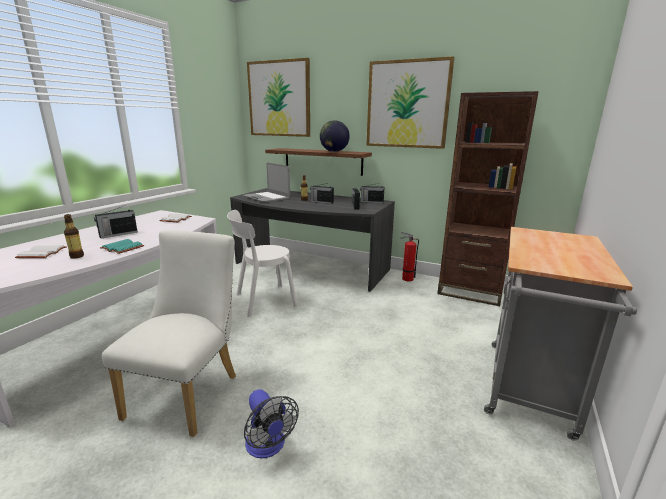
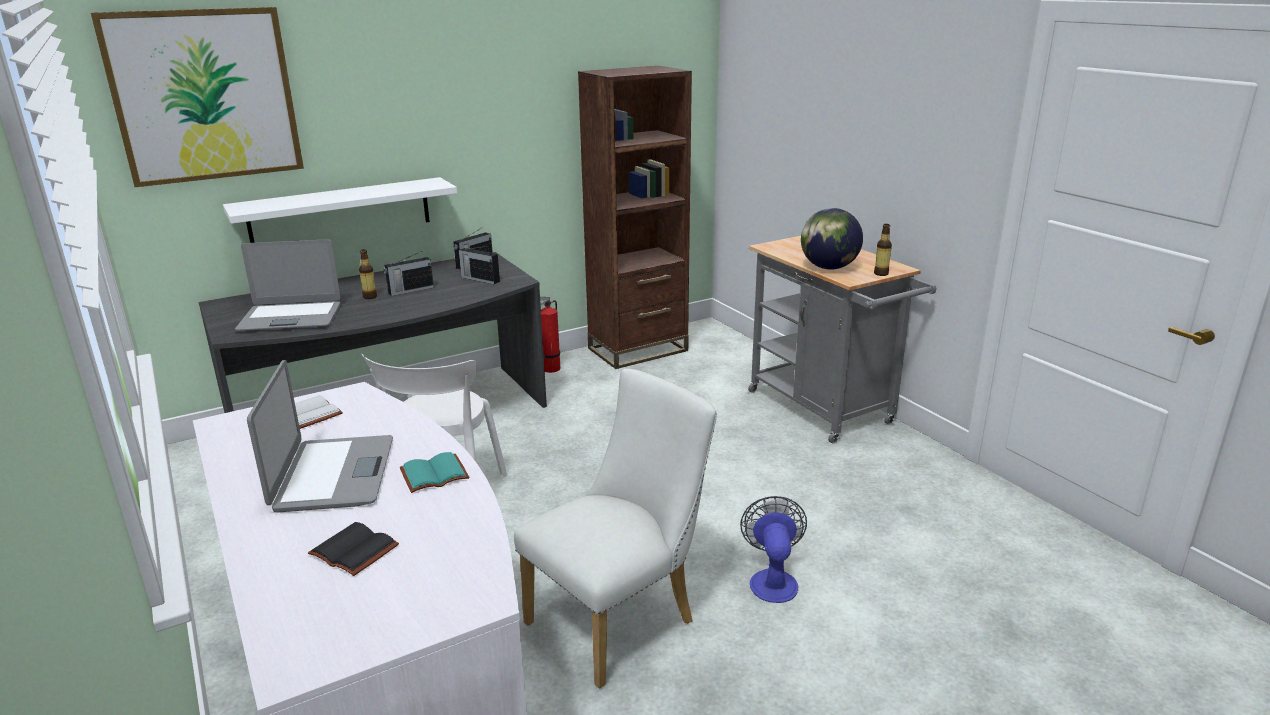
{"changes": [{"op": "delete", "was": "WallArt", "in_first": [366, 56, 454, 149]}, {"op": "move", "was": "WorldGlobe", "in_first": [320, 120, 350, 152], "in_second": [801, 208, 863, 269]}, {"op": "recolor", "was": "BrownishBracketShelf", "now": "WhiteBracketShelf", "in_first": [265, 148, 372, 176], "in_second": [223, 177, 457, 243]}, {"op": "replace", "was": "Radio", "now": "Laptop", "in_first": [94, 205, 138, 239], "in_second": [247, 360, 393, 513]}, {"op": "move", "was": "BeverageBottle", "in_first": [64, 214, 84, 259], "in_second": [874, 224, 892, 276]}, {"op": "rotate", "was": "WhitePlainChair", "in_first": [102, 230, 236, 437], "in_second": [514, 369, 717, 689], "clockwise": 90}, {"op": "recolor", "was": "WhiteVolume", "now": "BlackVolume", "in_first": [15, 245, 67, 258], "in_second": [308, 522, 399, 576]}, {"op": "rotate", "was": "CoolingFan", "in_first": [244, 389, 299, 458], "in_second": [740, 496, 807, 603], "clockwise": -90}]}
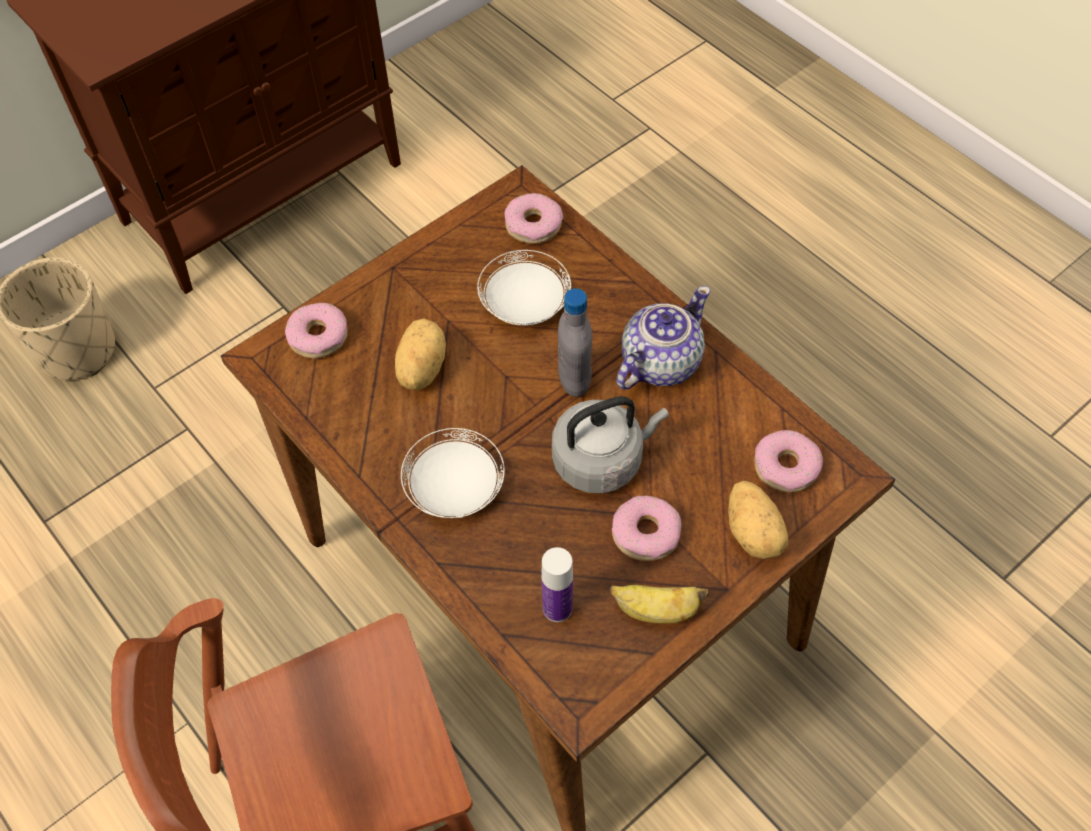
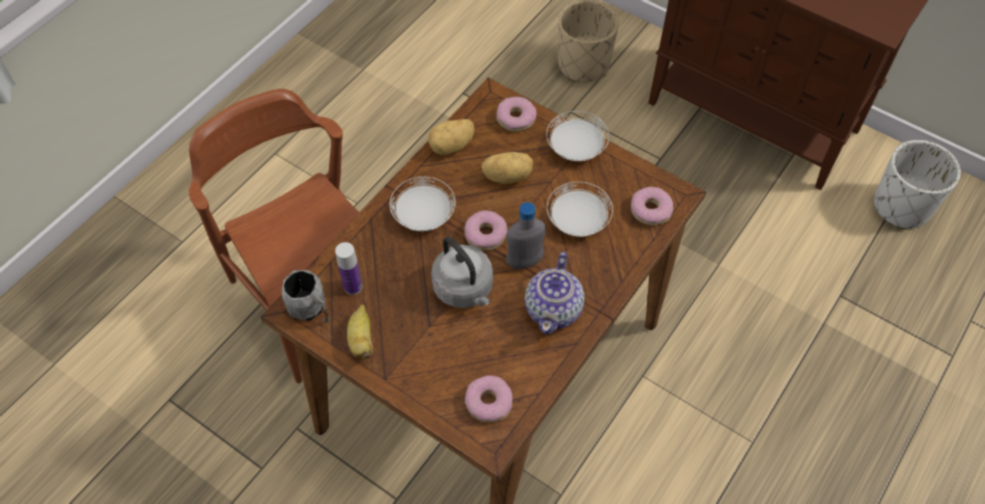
{"changes": [{"op": "rotate", "was": "Teapot", "in_first": [616, 286, 710, 390], "in_second": [525, 252, 585, 335], "clockwise": 75}, {"op": "move", "was": "WholePotato", "in_first": [728, 481, 788, 559], "in_second": [428, 119, 474, 155]}, {"op": "move", "was": "Donut", "in_first": [612, 495, 681, 561], "in_second": [464, 210, 507, 251]}, {"op": "insert", "now": "WhiteFlatDish", "in_second": [546, 111, 609, 161]}, {"op": "insert", "now": "WhitePlantPot", "in_second": [873, 140, 961, 229]}, {"op": "insert", "now": "GreyishMug", "in_second": [282, 270, 329, 323]}]}
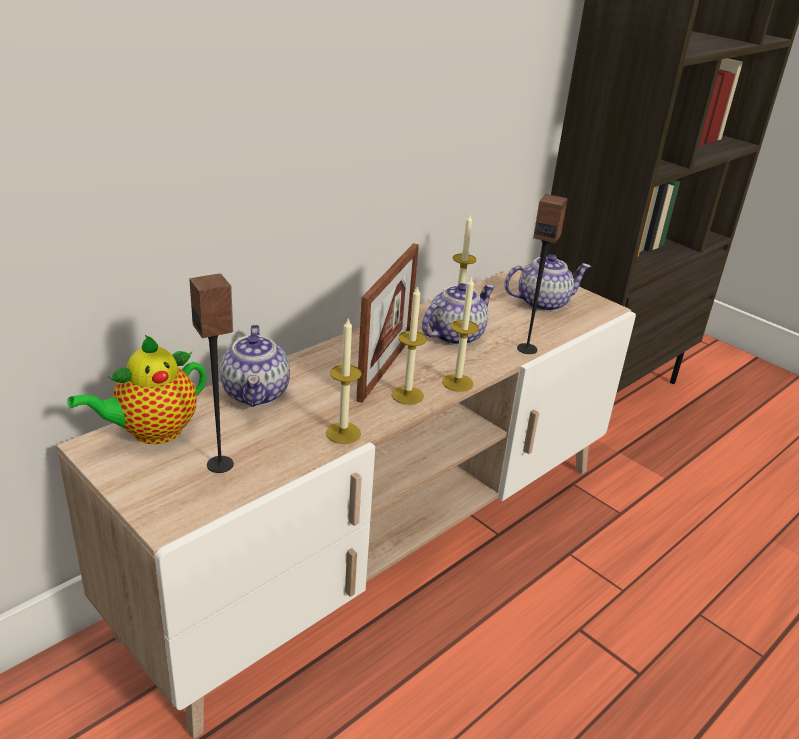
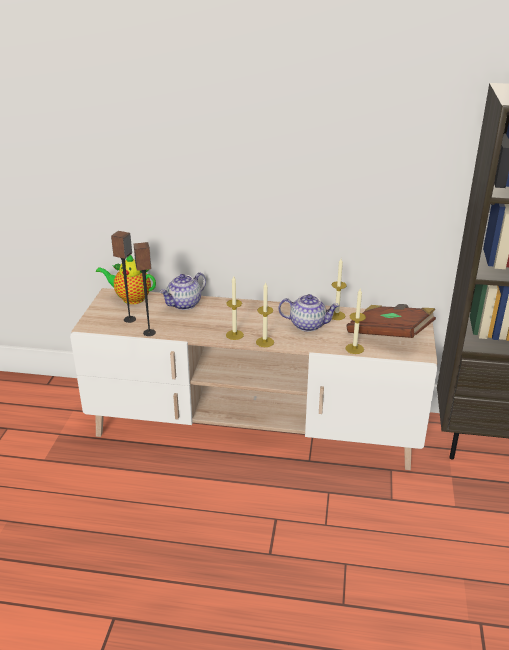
{"changes": [{"op": "move", "was": "AudioSpeaker", "in_first": [517, 194, 568, 354], "in_second": [134, 242, 156, 336]}, {"op": "delete", "was": "PictureFrame", "in_first": [356, 243, 419, 403]}, {"op": "replace", "was": "Teapot", "now": "BrownishVolume", "in_first": [505, 254, 591, 312], "in_second": [347, 304, 436, 338]}, {"op": "move", "was": "WaxLight", "in_first": [326, 317, 362, 444], "in_second": [345, 289, 366, 354]}]}
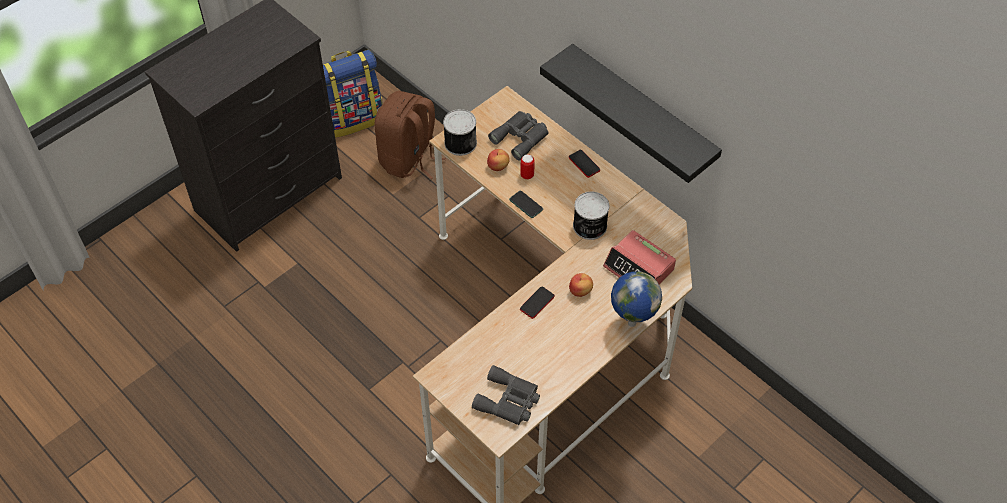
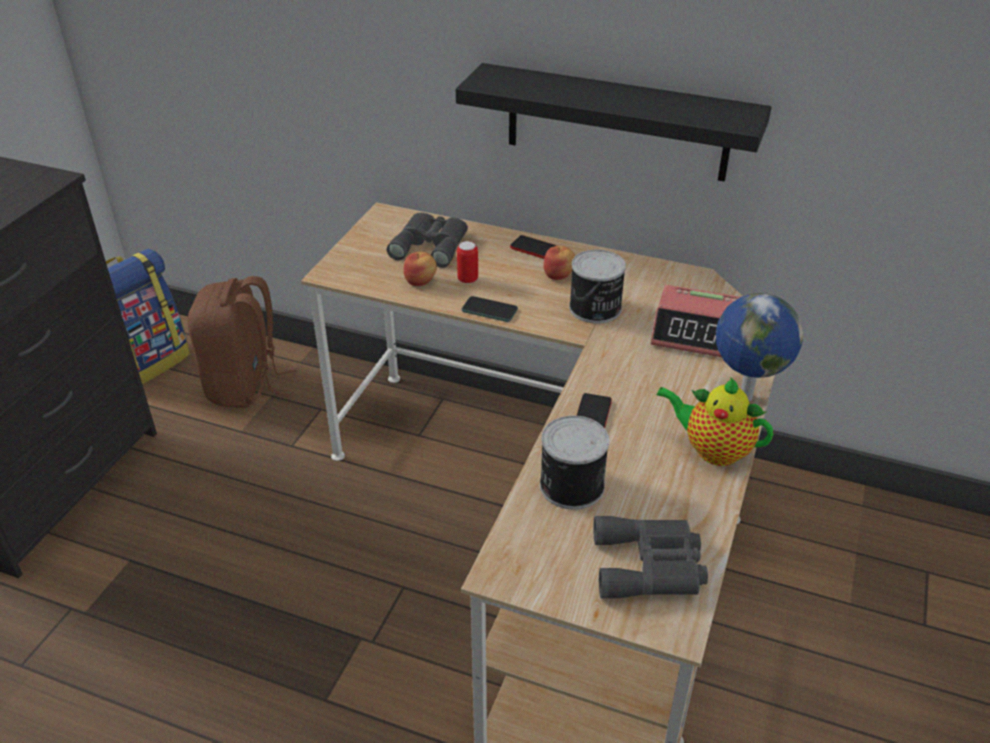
{"changes": [{"op": "move", "was": "SealedCan", "in_first": [443, 109, 477, 156], "in_second": [540, 416, 609, 510]}, {"op": "move", "was": "Apple", "in_first": [569, 273, 593, 297], "in_second": [543, 246, 575, 280]}, {"op": "insert", "now": "Teapot", "in_second": [656, 377, 773, 466]}]}
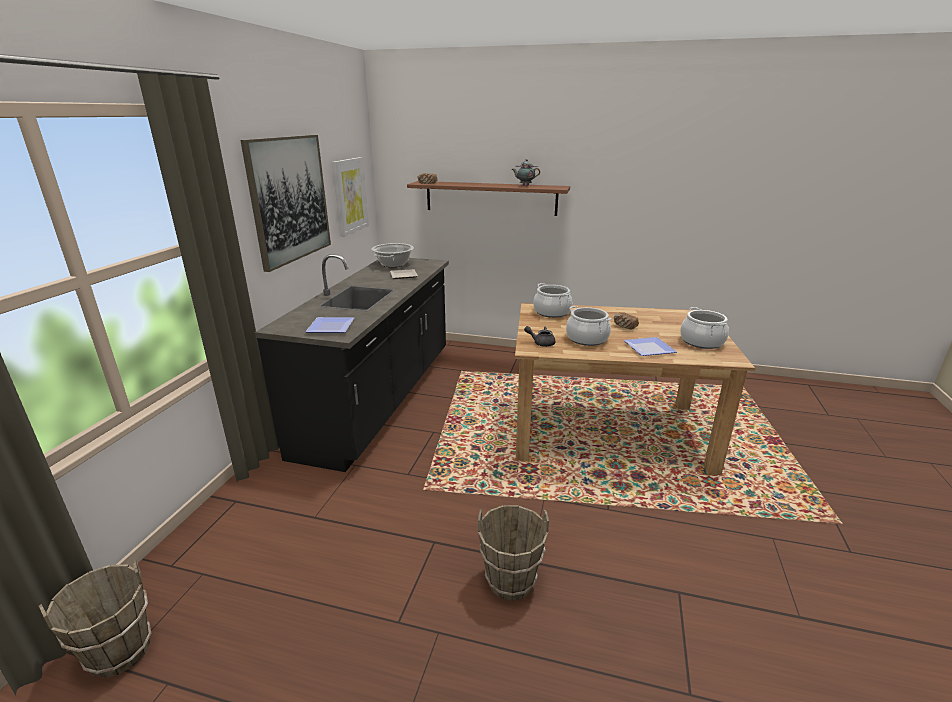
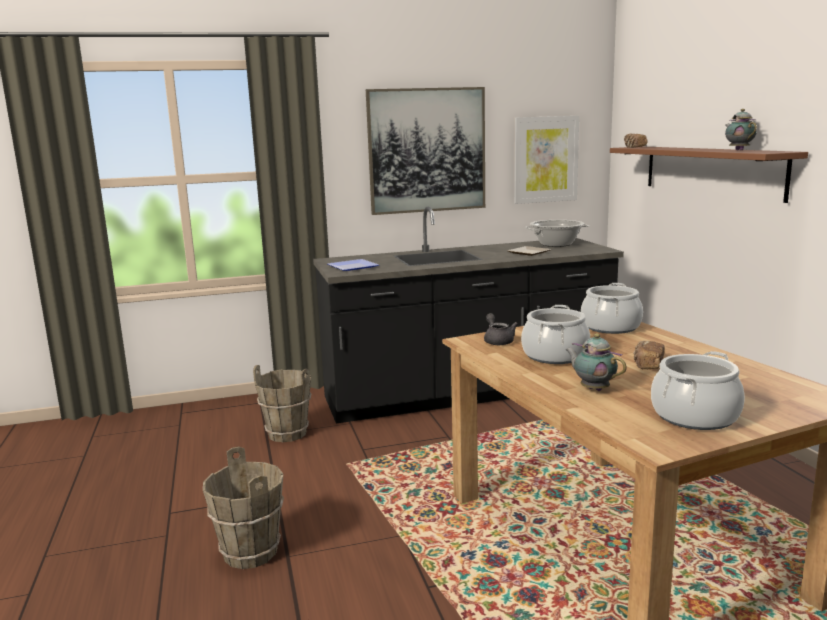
{"changes": [{"op": "replace", "was": "FlatDish", "now": "Teapot", "in_first": [624, 337, 677, 356], "in_second": [565, 334, 626, 391]}, {"op": "move", "was": "BrownishWaterBucket", "in_first": [39, 560, 151, 678], "in_second": [253, 365, 312, 442]}]}
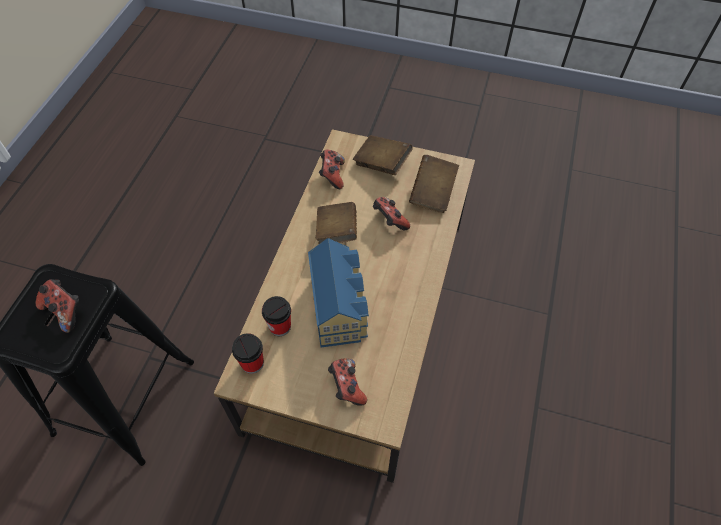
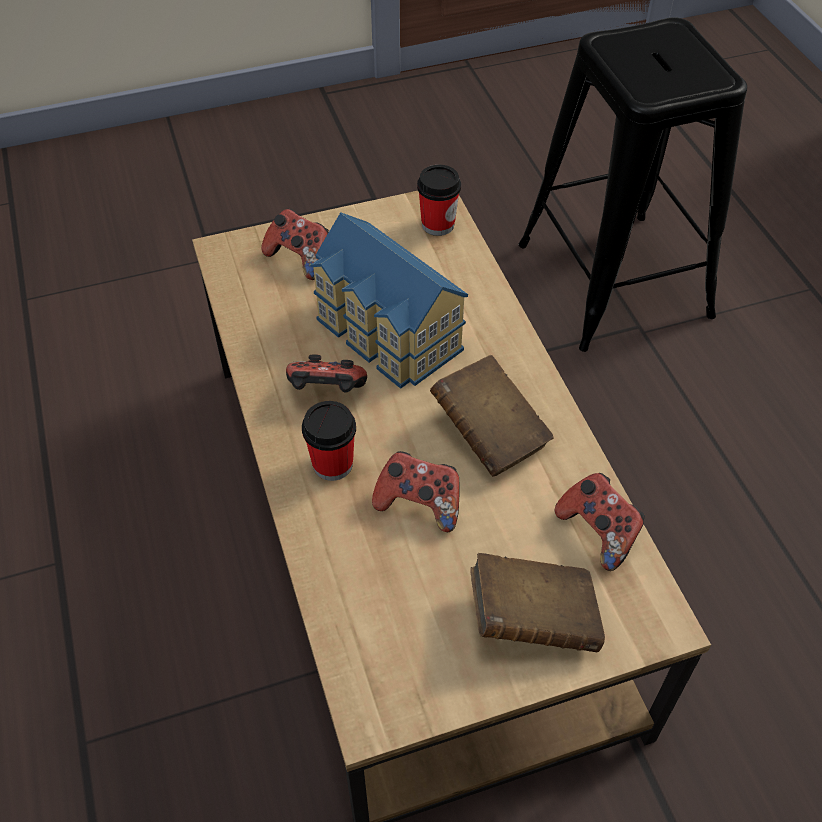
{"changes": [{"op": "delete", "was": "BrownishVolume", "in_first": [409, 155, 459, 213]}, {"op": "move", "was": "Gamepad", "in_first": [36, 279, 79, 333], "in_second": [286, 354, 367, 393]}, {"op": "move", "was": "Cup", "in_first": [262, 296, 291, 336], "in_second": [302, 401, 356, 481]}]}
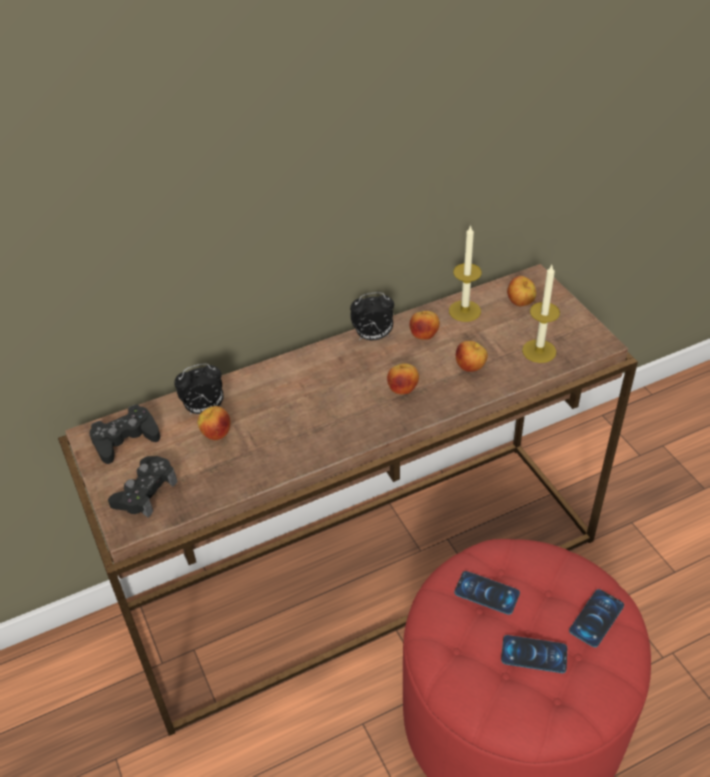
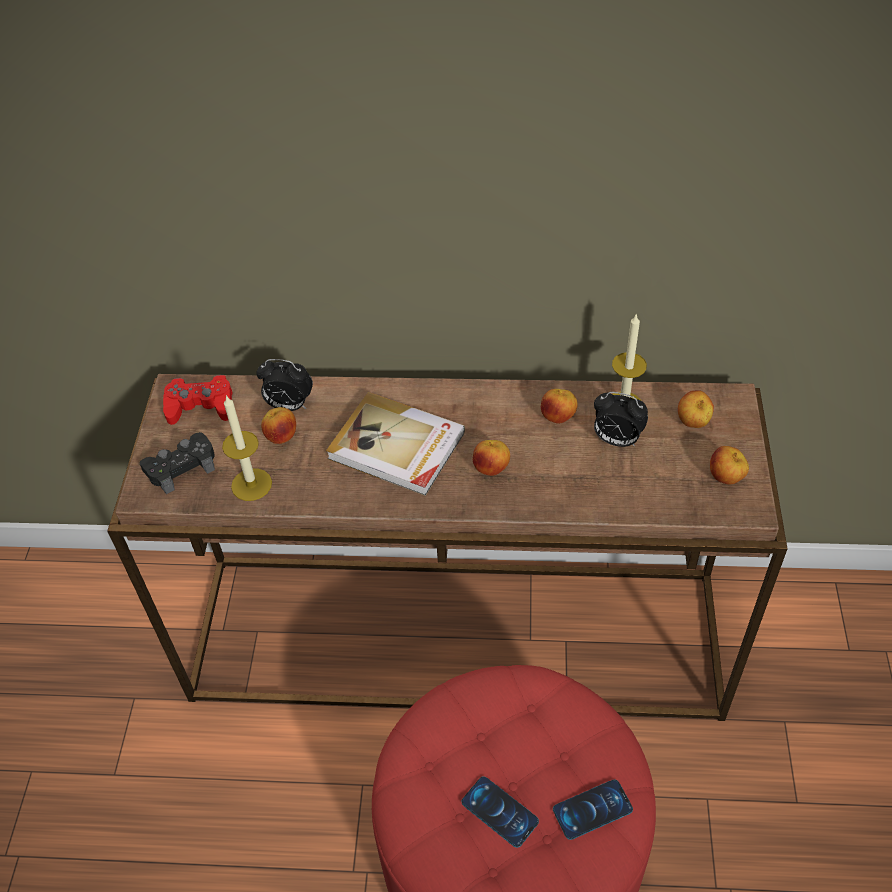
{"changes": [{"op": "move", "was": "WaxLight", "in_first": [522, 265, 560, 363], "in_second": [222, 395, 272, 501]}, {"op": "move", "was": "BedsideClock", "in_first": [350, 292, 394, 340], "in_second": [594, 392, 648, 447]}, {"op": "move", "was": "Apple", "in_first": [456, 341, 488, 372], "in_second": [710, 446, 749, 484]}, {"op": "recolor", "was": "BlackGamepad", "now": "RedColouredGamepad", "in_first": [89, 404, 160, 464], "in_second": [163, 375, 232, 425]}, {"op": "delete", "was": "Phone", "in_first": [454, 571, 520, 615]}, {"op": "insert", "now": "Volume", "in_second": [326, 392, 465, 496]}]}
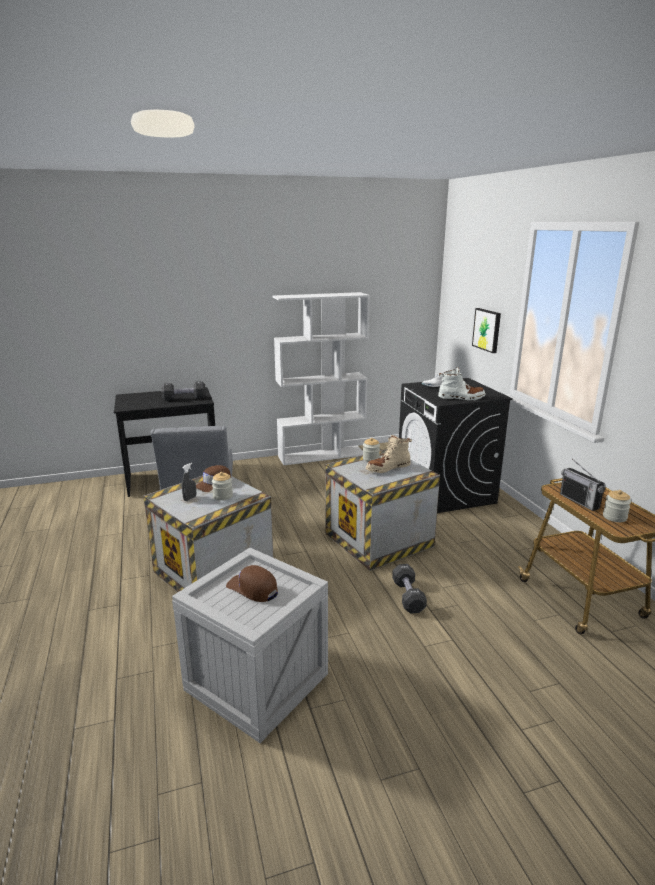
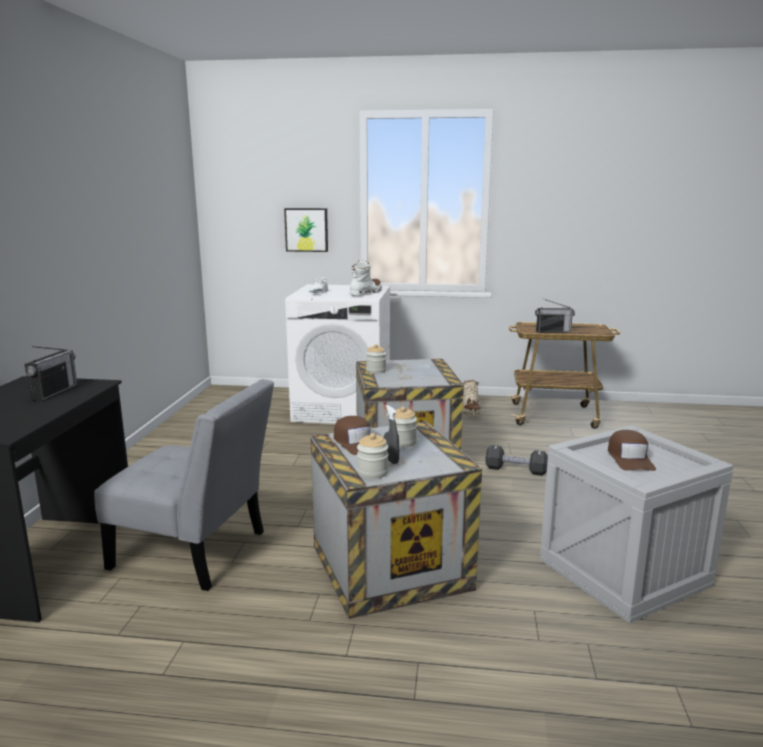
{"changes": [{"op": "delete", "was": "WhiteShelvingUnit", "in_first": [273, 292, 370, 465]}, {"op": "recolor", "was": "BlackWashingMachine", "now": "WhiteWashingMachine", "in_first": [399, 378, 513, 513], "in_second": [285, 284, 390, 424]}, {"op": "replace", "was": "BlackFreeWeight", "now": "Radio", "in_first": [161, 381, 206, 401], "in_second": [24, 346, 77, 401]}, {"op": "move", "was": "BeigeColouredBoot", "in_first": [366, 435, 412, 473], "in_second": [463, 380, 482, 416]}, {"op": "move", "was": "Jar", "in_first": [603, 490, 631, 522], "in_second": [357, 433, 388, 479]}, {"op": "rotate", "was": "BrownishPeakedCap", "in_first": [226, 565, 278, 602], "in_second": [608, 430, 656, 471], "clockwise": -60}]}
